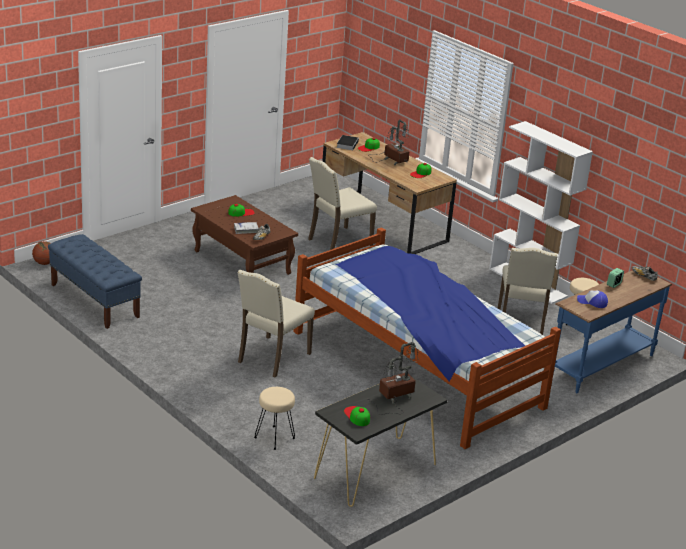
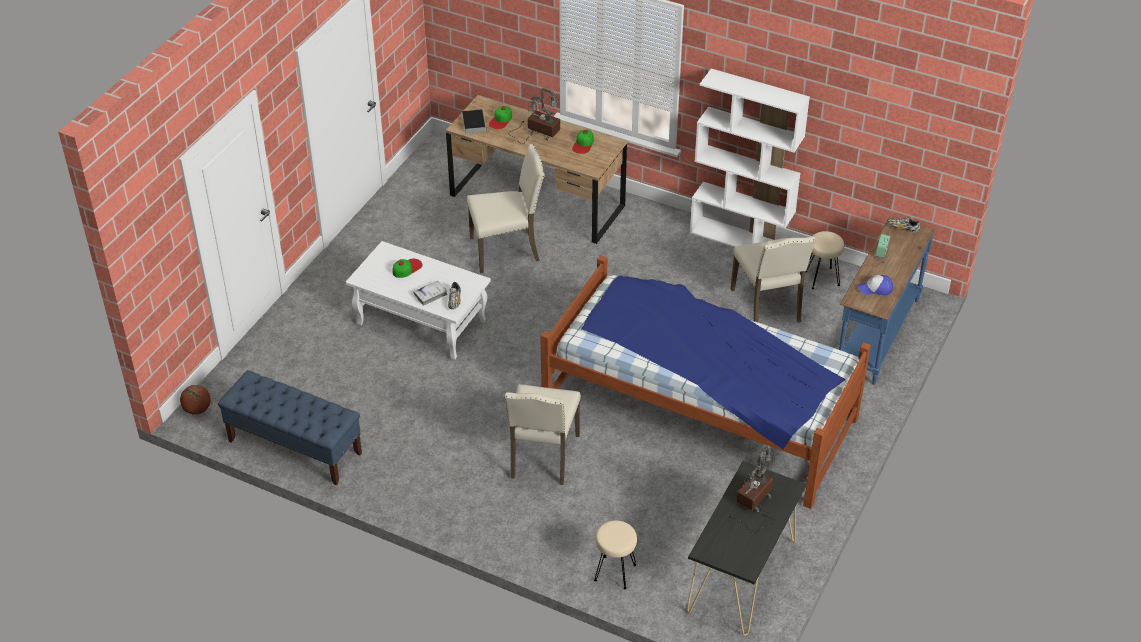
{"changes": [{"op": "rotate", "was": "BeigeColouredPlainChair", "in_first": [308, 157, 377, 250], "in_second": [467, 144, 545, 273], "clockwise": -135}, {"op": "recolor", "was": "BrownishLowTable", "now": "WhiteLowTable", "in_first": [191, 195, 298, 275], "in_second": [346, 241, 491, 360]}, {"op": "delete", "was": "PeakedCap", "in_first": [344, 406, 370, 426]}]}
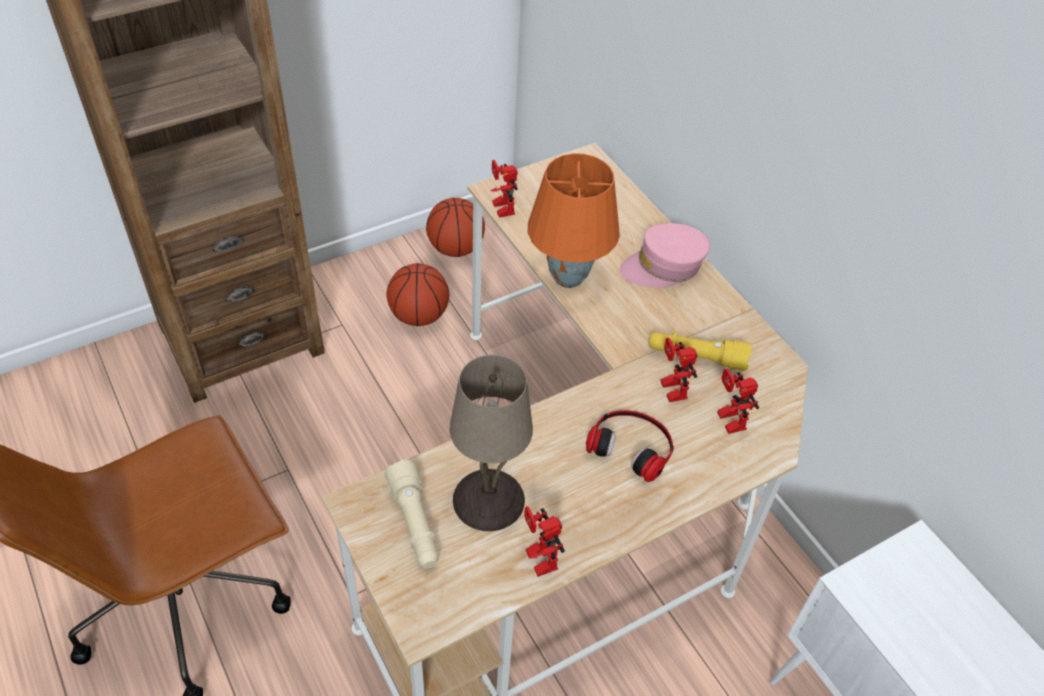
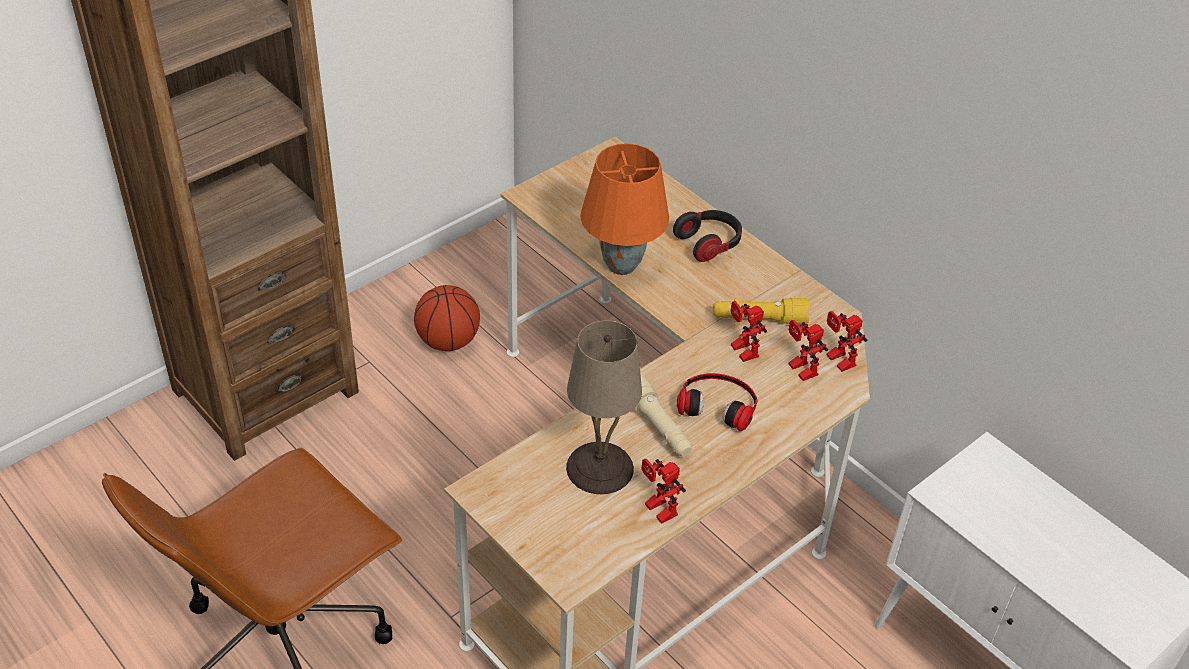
{"changes": [{"op": "move", "was": "ToyRobot", "in_first": [490, 160, 518, 217], "in_second": [826, 311, 867, 372]}, {"op": "delete", "was": "BasketballBall", "in_first": [426, 198, 485, 257]}, {"op": "replace", "was": "PinkishPeakedCap", "now": "PairOfHeadphones", "in_first": [620, 223, 710, 288], "in_second": [673, 210, 742, 262]}, {"op": "move", "was": "BeigeColouredTorch", "in_first": [385, 460, 439, 569], "in_second": [634, 375, 692, 456]}]}
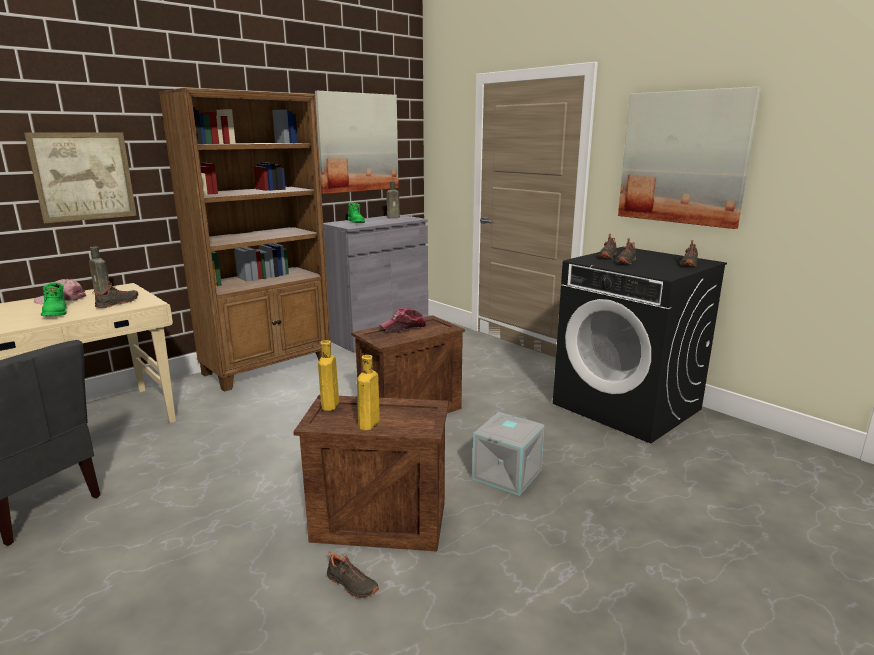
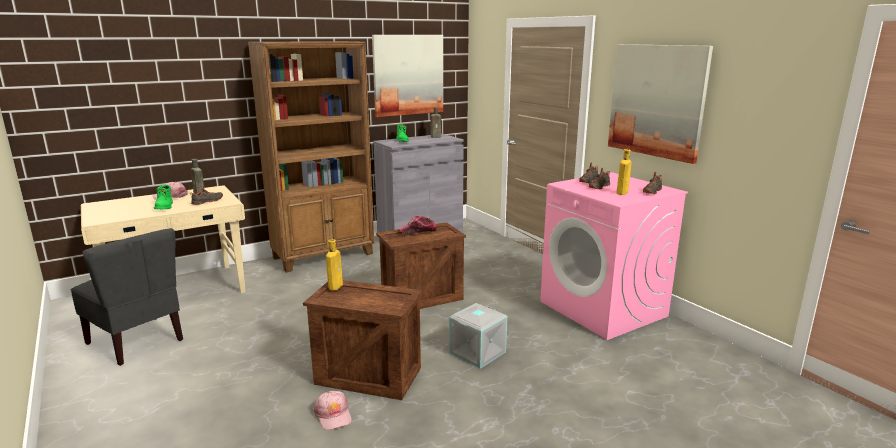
{"changes": [{"op": "delete", "was": "WallArt", "in_first": [24, 132, 137, 223]}, {"op": "recolor", "was": "BlackWashingMachine", "now": "PinkishWashingMachine", "in_first": [553, 247, 727, 444], "in_second": [540, 172, 688, 340]}, {"op": "move", "was": "YellowColouredBeverageBottle", "in_first": [357, 355, 380, 430], "in_second": [616, 149, 632, 195]}, {"op": "replace", "was": "BlackLowShoe", "now": "PinkishPeakedCap", "in_first": [327, 551, 379, 598], "in_second": [313, 391, 352, 430]}]}
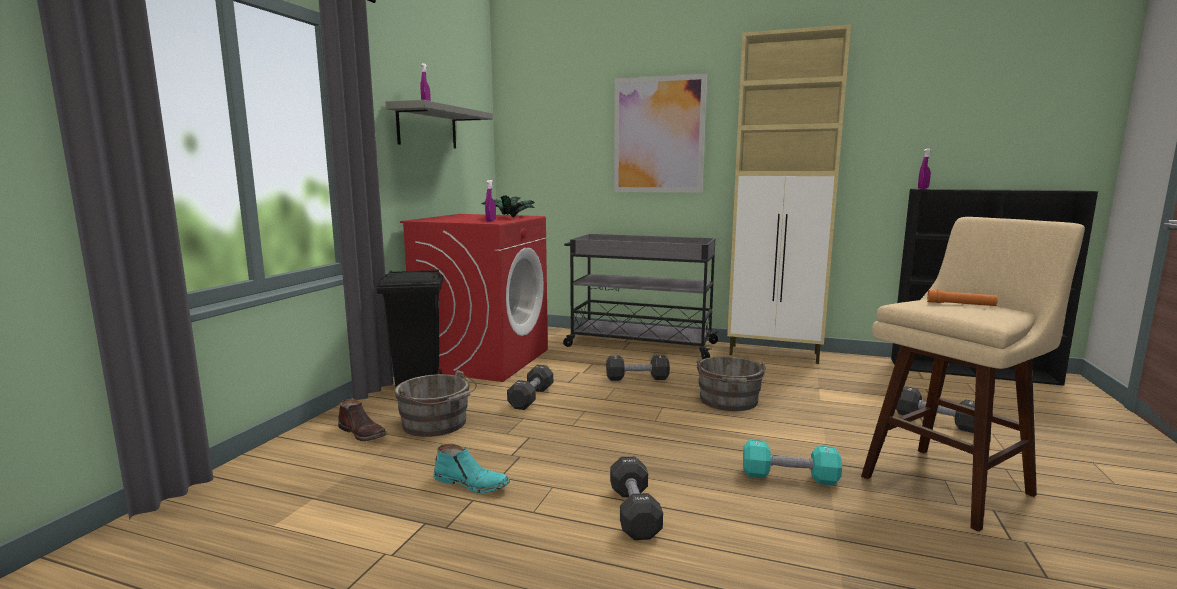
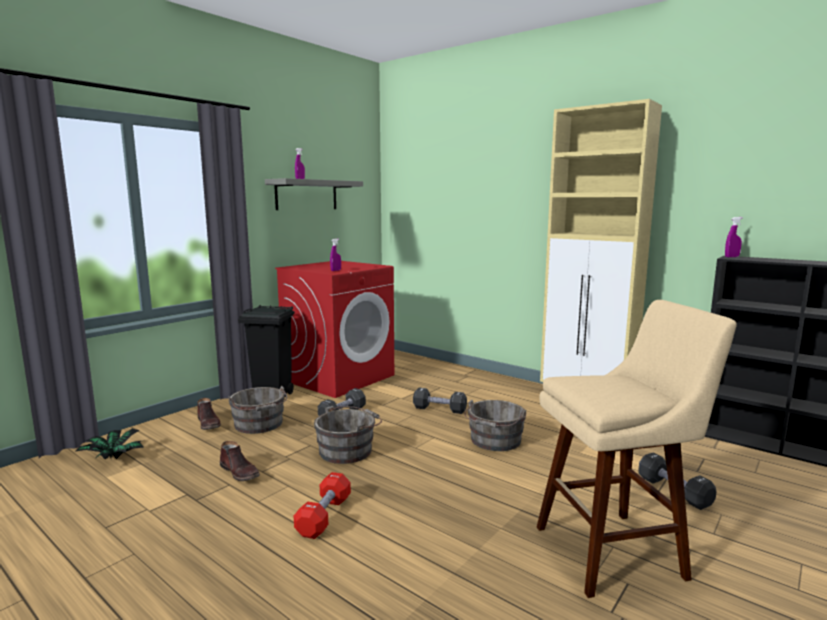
{"changes": [{"op": "delete", "was": "WallArt", "in_first": [614, 74, 707, 193]}, {"op": "move", "was": "PottedPlant", "in_first": [481, 195, 535, 218], "in_second": [76, 428, 145, 460]}, {"op": "delete", "was": "GreyishTrolley", "in_first": [563, 234, 720, 359]}, {"op": "delete", "was": "OrangeTorch", "in_first": [927, 289, 998, 306]}, {"op": "delete", "was": "TurquoiseColouredFreeWeight", "in_first": [743, 440, 842, 485]}, {"op": "recolor", "was": "TurquoiseColouredBoot", "now": "BrownishBoot", "in_first": [433, 444, 510, 493], "in_second": [220, 441, 260, 481]}, {"op": "recolor", "was": "BlackFreeWeight", "now": "RedColouredFreeWeight", "in_first": [610, 456, 663, 540], "in_second": [294, 472, 351, 539]}, {"op": "insert", "now": "GreyishWaterBucket", "in_second": [314, 406, 382, 464]}]}
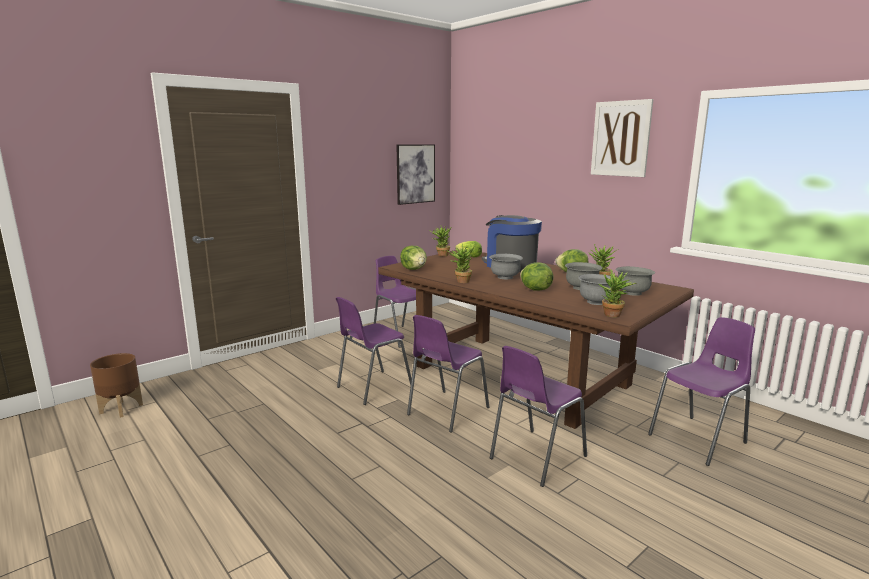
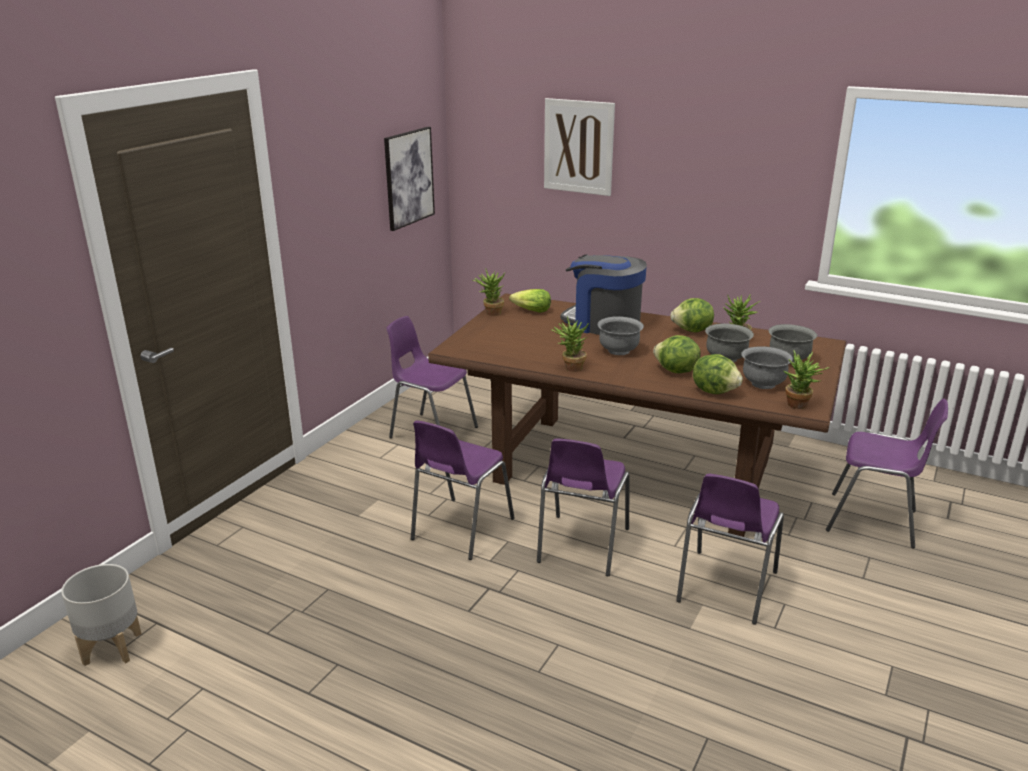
{"changes": [{"op": "move", "was": "WallArt", "in_first": [591, 99, 653, 177], "in_second": [544, 98, 615, 196]}, {"op": "move", "was": "LettuceHead", "in_first": [400, 246, 427, 270], "in_second": [693, 354, 743, 394]}, {"op": "rotate", "was": "PurpleColouredPlainChair", "in_first": [648, 317, 755, 466], "in_second": [826, 399, 948, 548], "clockwise": 75}, {"op": "recolor", "was": "BrownishPlantPot", "now": "GreyishPlantPot", "in_first": [90, 353, 143, 418], "in_second": [61, 564, 142, 666]}]}
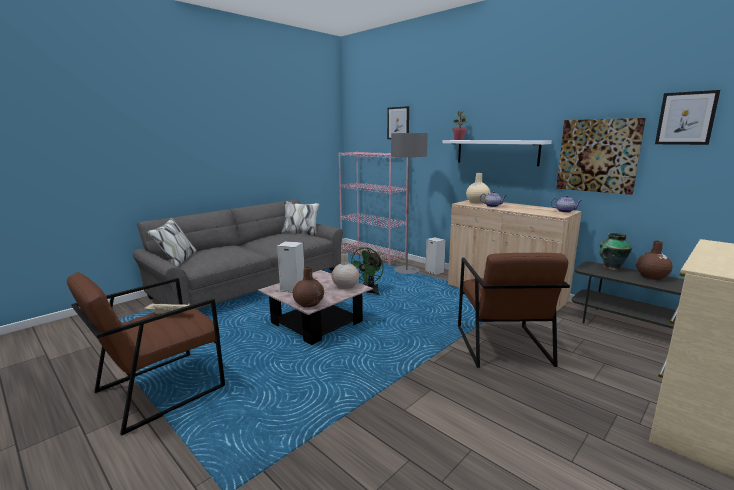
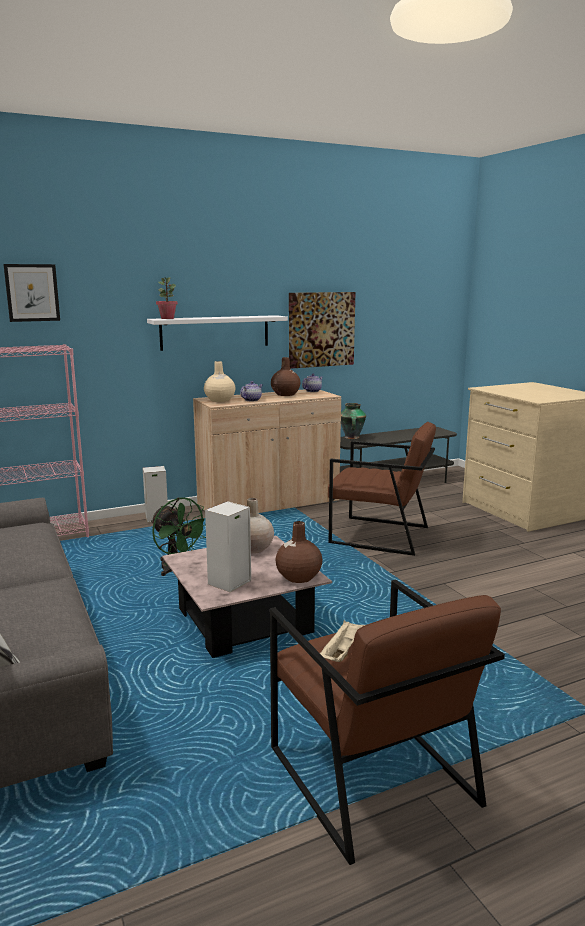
{"changes": [{"op": "delete", "was": "WallArt", "in_first": [655, 90, 720, 145]}, {"op": "delete", "was": "GreyishFloorLamp", "in_first": [391, 133, 428, 274]}, {"op": "move", "was": "BrownishVase", "in_first": [636, 241, 672, 280], "in_second": [271, 357, 300, 396]}]}
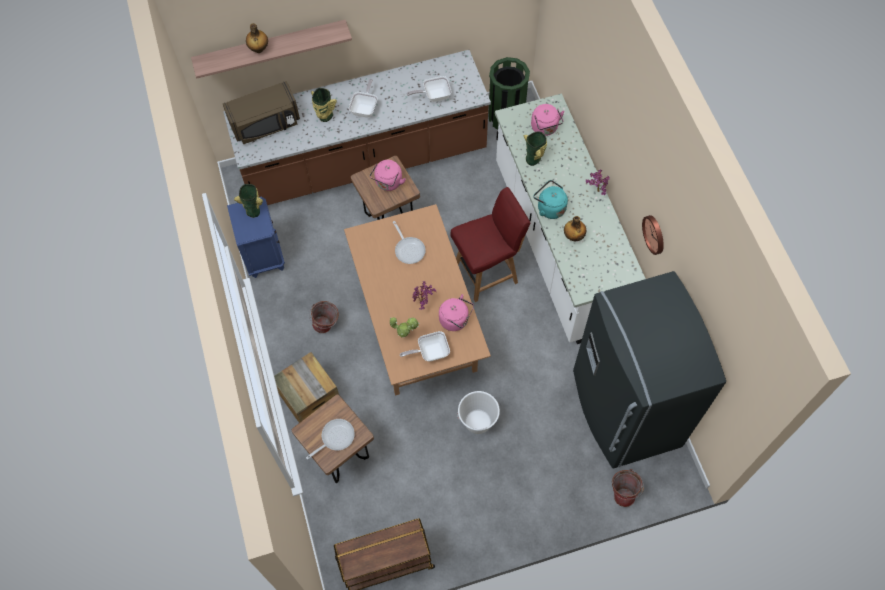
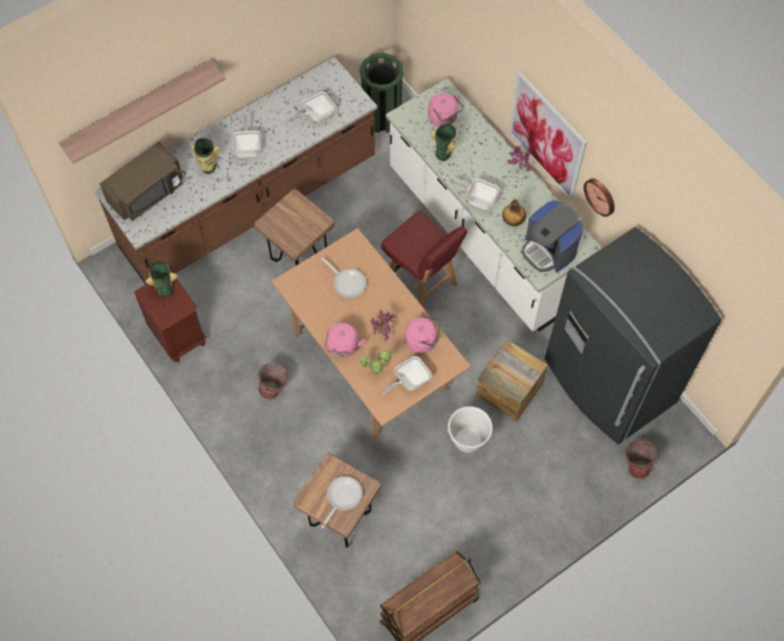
{"changes": [{"op": "delete", "was": "BeverageBottle", "in_first": [246, 23, 268, 53]}, {"op": "move", "was": "PinkishTeaKettle", "in_first": [370, 160, 406, 191], "in_second": [325, 323, 365, 358]}, {"op": "replace", "was": "TurquoiseColouredTeaKettle", "now": "Skillet", "in_first": [533, 180, 568, 219], "in_second": [450, 179, 500, 210]}, {"op": "rotate", "was": "RedColouredPlainChair", "in_first": [450, 187, 531, 302], "in_second": [381, 211, 468, 308], "clockwise": 90}, {"op": "recolor", "was": "BluishNightstand", "now": "BrownishNightstand", "in_first": [227, 197, 285, 278], "in_second": [134, 278, 206, 362]}, {"op": "move", "was": "Crate", "in_first": [274, 352, 339, 423], "in_second": [476, 339, 548, 421]}, {"op": "insert", "now": "WallArt", "in_second": [509, 71, 587, 201]}, {"op": "insert", "now": "CoffeeMachine", "in_second": [521, 201, 583, 272]}]}
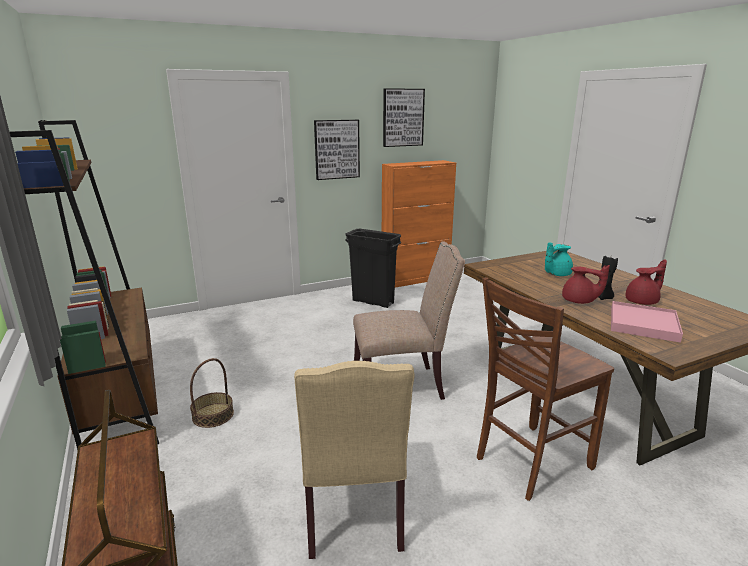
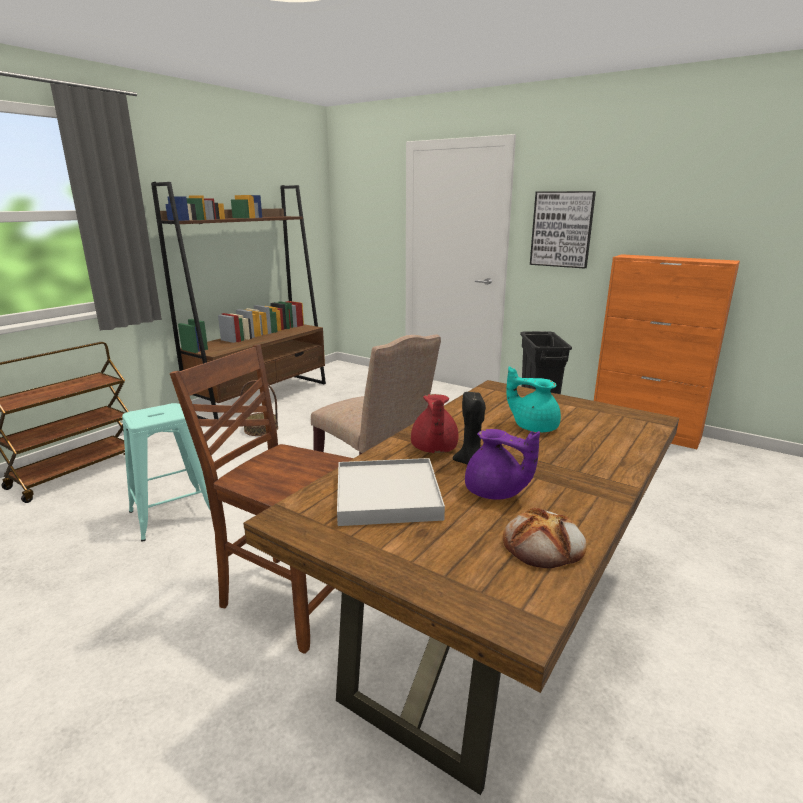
{"changes": [{"op": "delete", "was": "WallArt", "in_first": [383, 88, 425, 147]}, {"op": "recolor", "was": "RedColouredTeapot", "now": "PurpleColouredTeapot", "in_first": [626, 259, 667, 305], "in_second": [465, 429, 540, 500]}, {"op": "recolor", "was": "PinkishTray", "now": "WhiteTray", "in_first": [611, 301, 683, 343], "in_second": [337, 458, 445, 526]}, {"op": "replace", "was": "BeigeColouredPlainChair", "now": "TurquoiseColouredSittingStool", "in_first": [294, 361, 415, 559], "in_second": [122, 403, 210, 541]}, {"op": "insert", "now": "BakeryBread", "in_second": [503, 508, 587, 568]}]}
